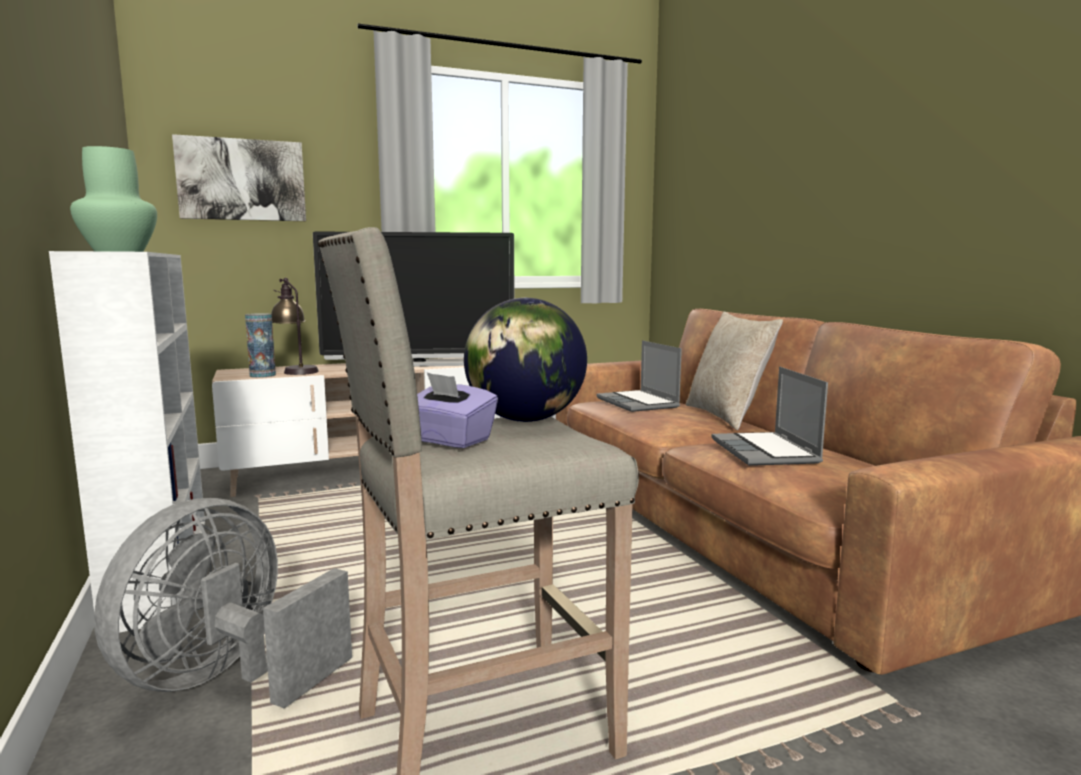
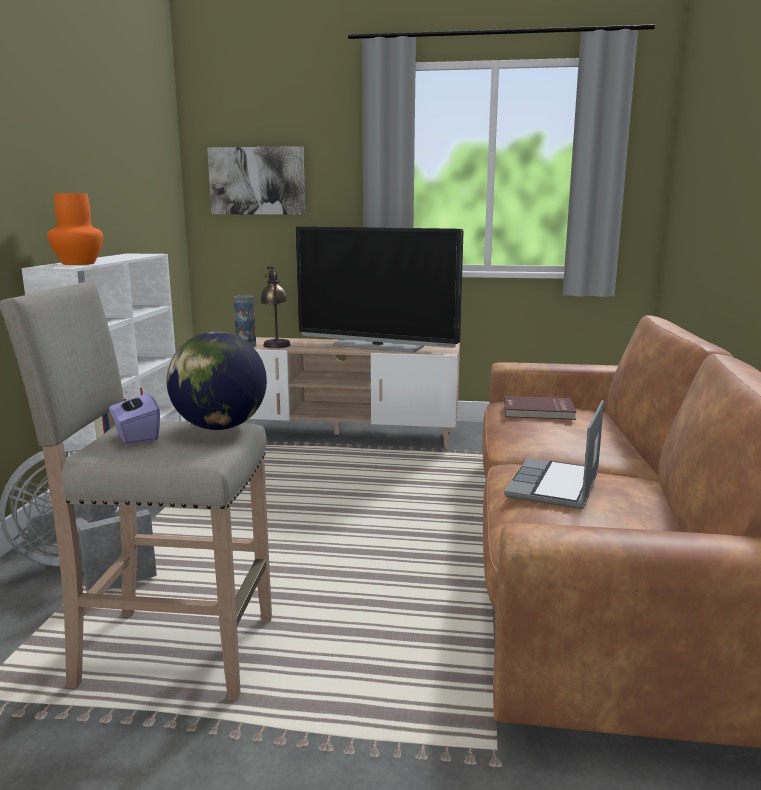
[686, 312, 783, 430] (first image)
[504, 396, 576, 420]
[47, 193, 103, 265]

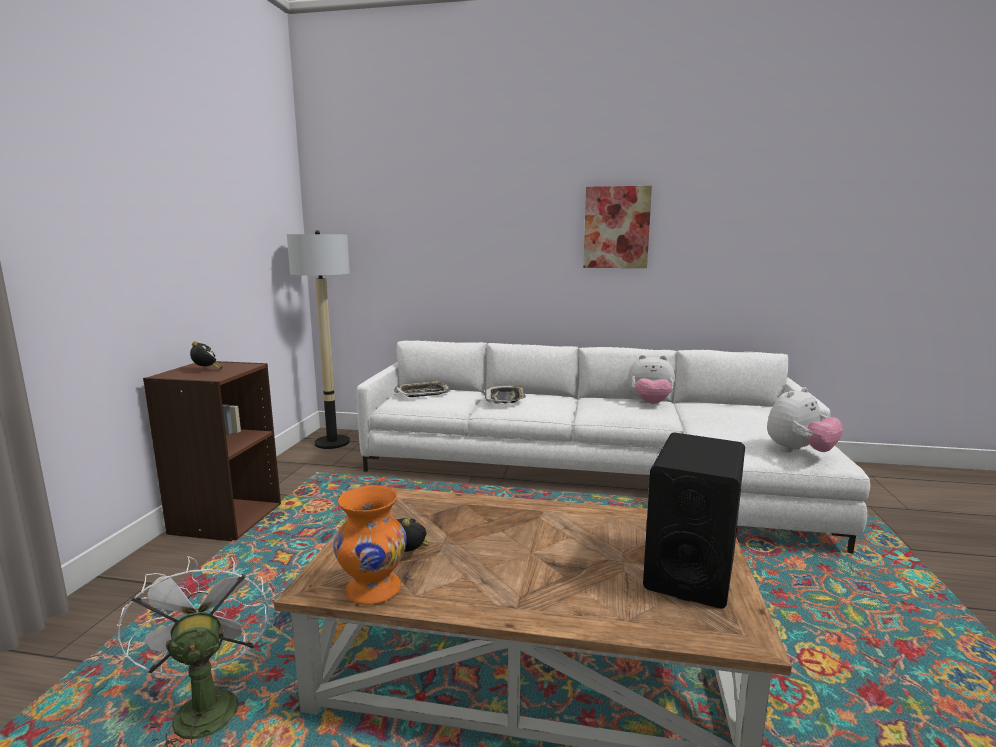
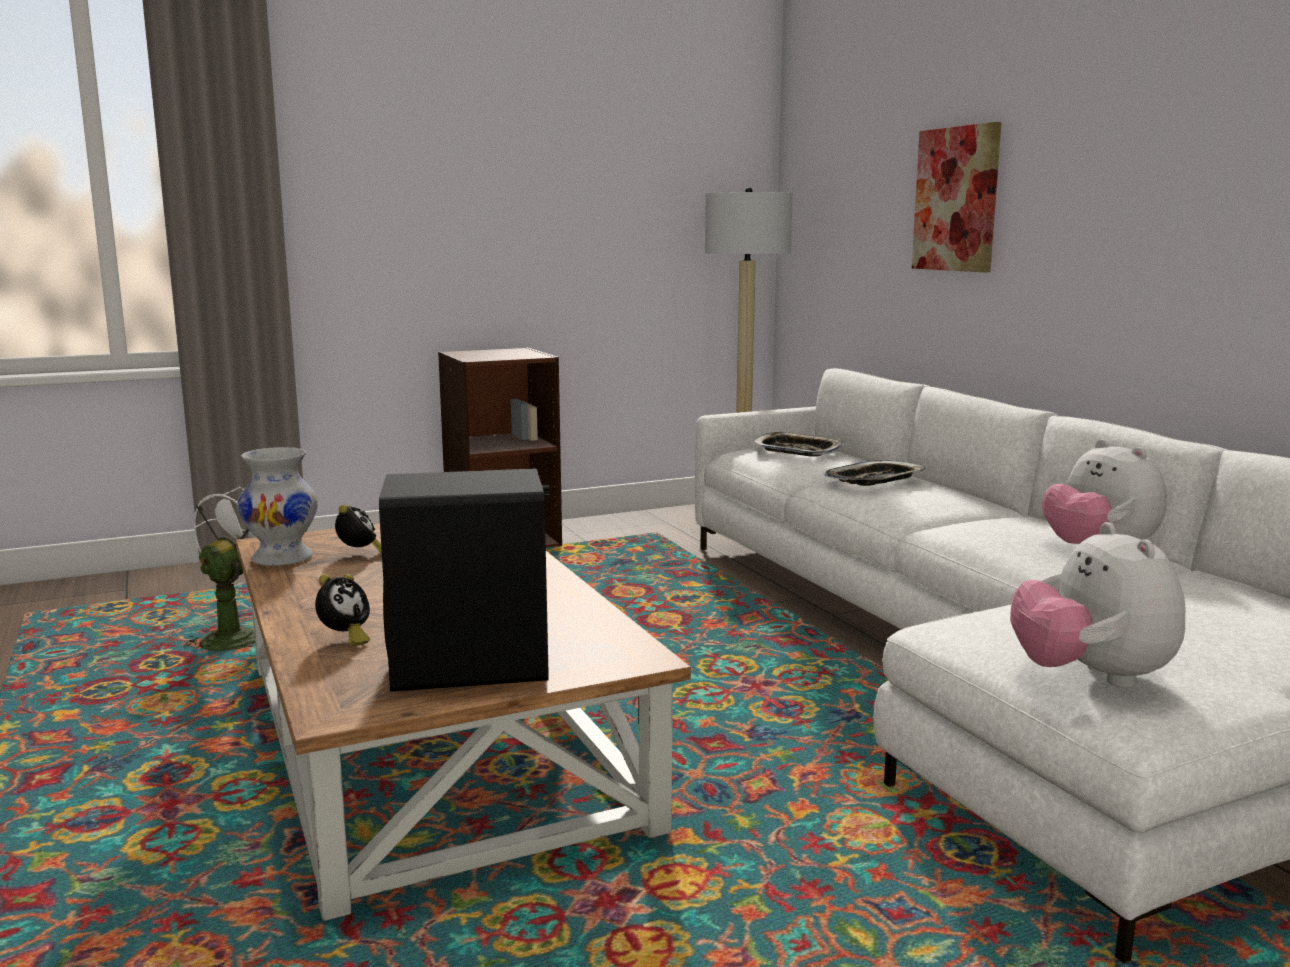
[315, 574, 370, 646]
[912, 122, 1002, 272]
[237, 447, 318, 566]
[1010, 522, 1186, 688]

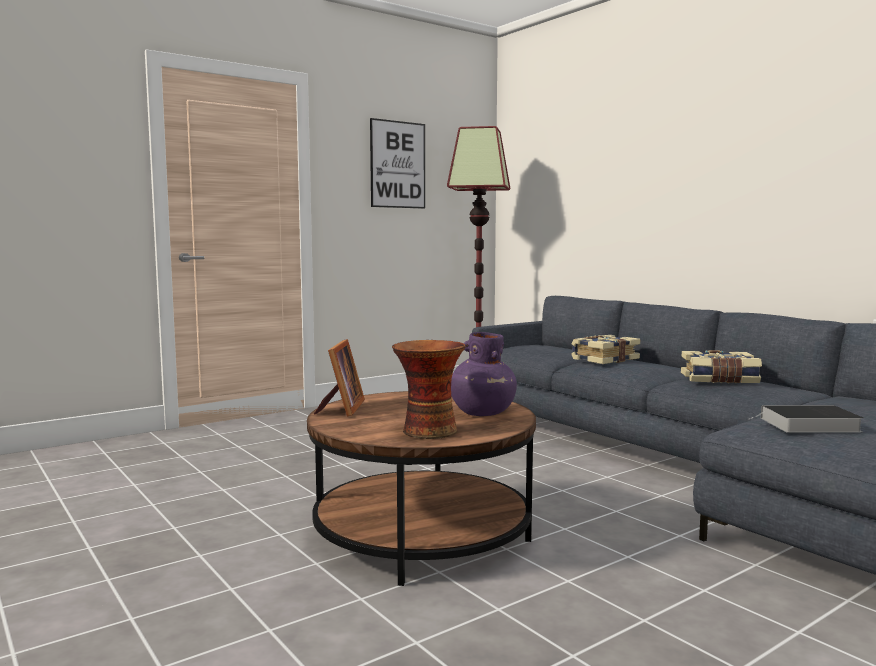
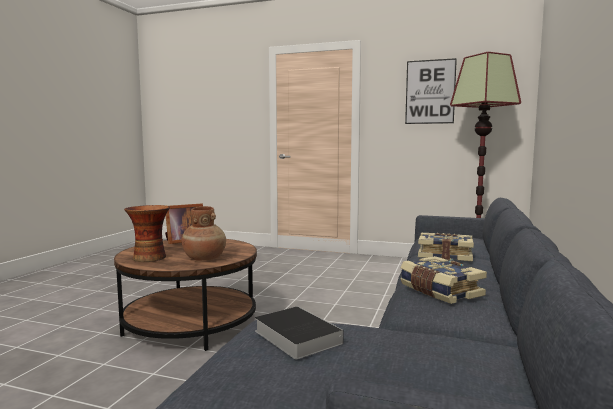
[182, 206, 226, 260]

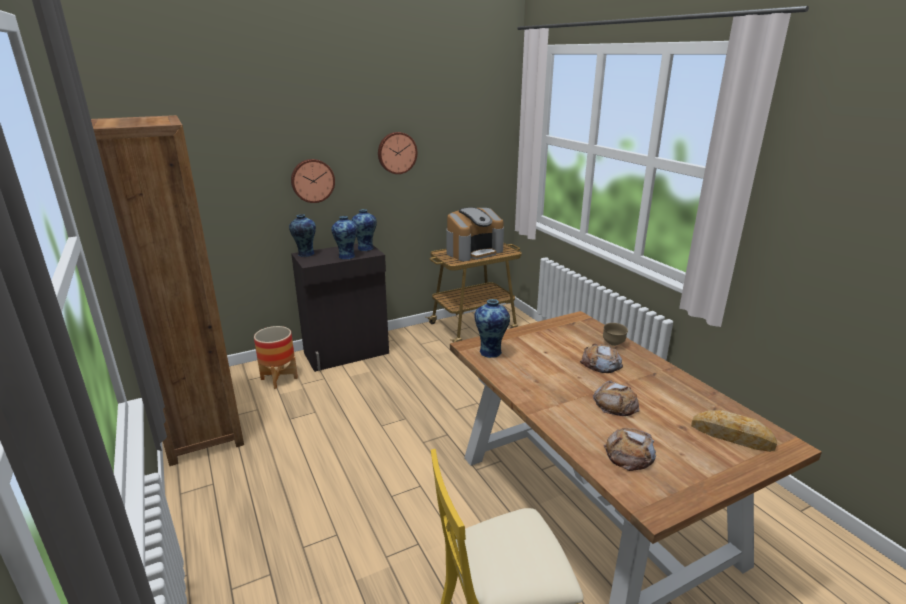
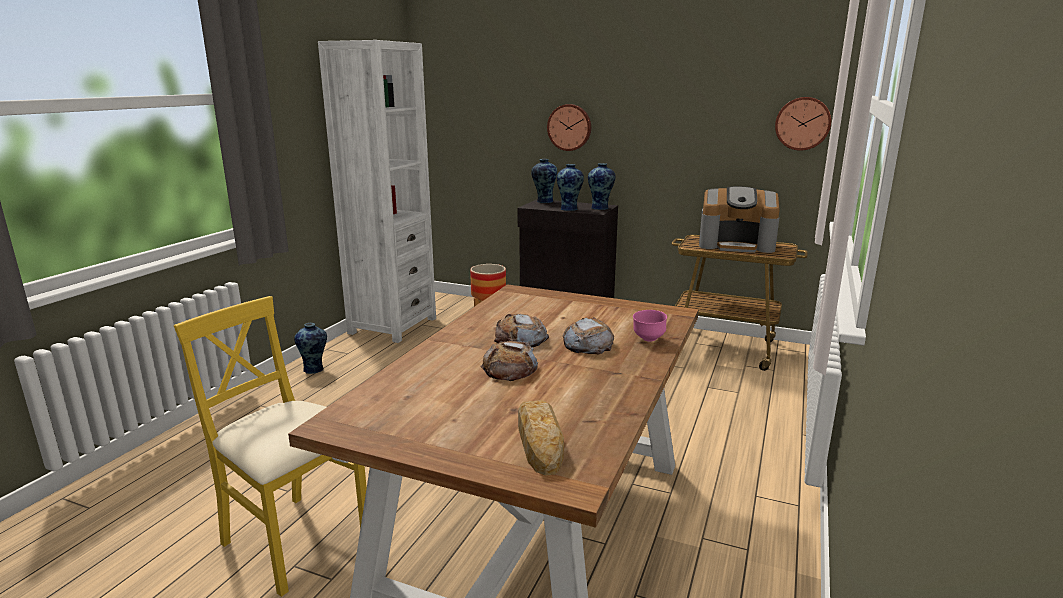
[775, 97, 831, 151]
[294, 323, 327, 374]
[494, 314, 549, 348]
[318, 40, 436, 343]
[633, 310, 667, 342]

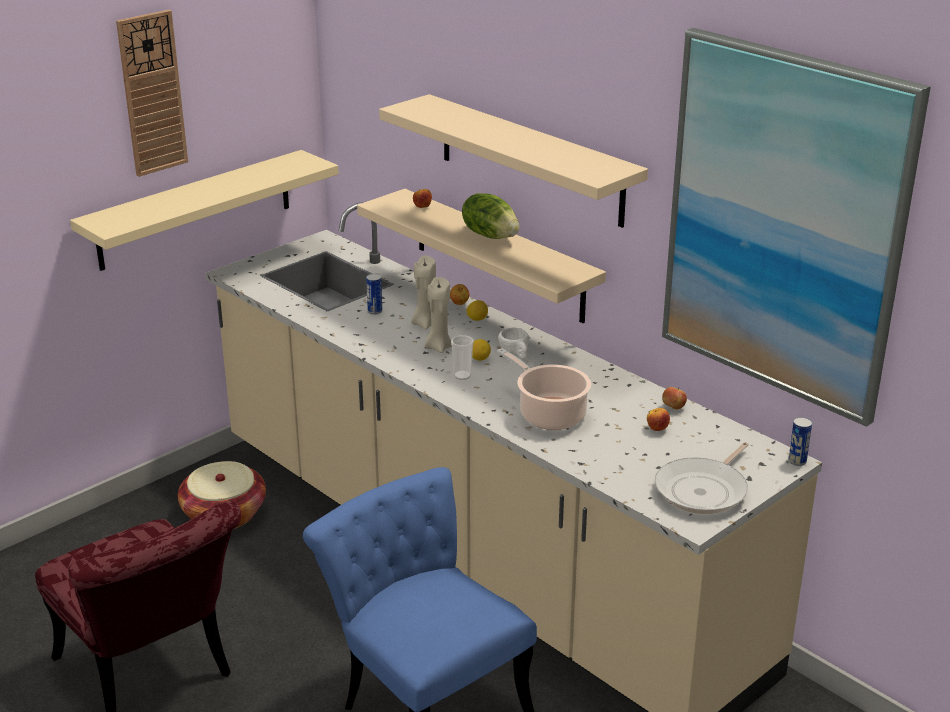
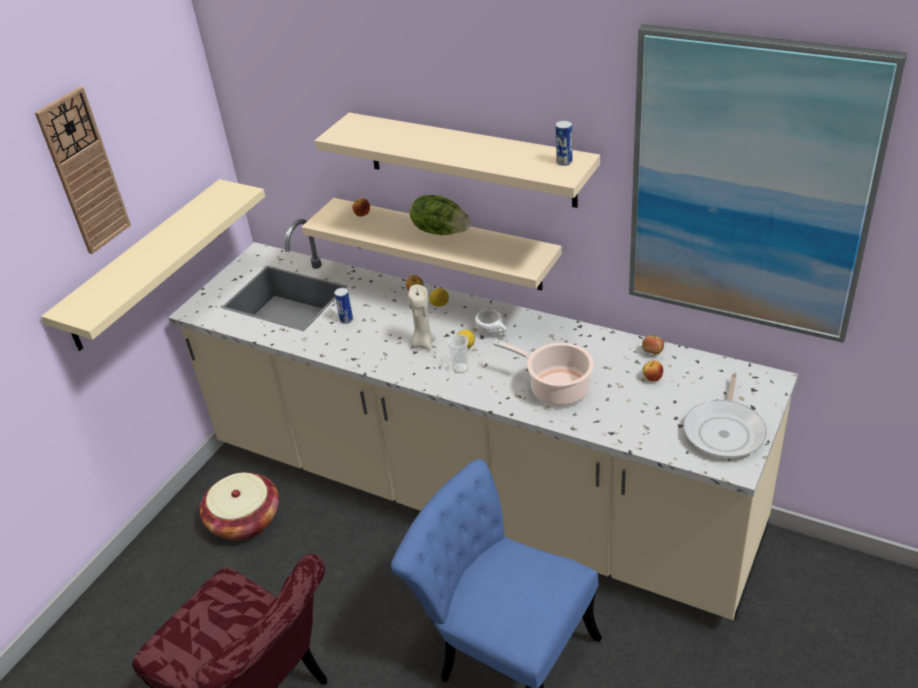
[411, 256, 436, 330] (first image)
[556, 120, 572, 166]

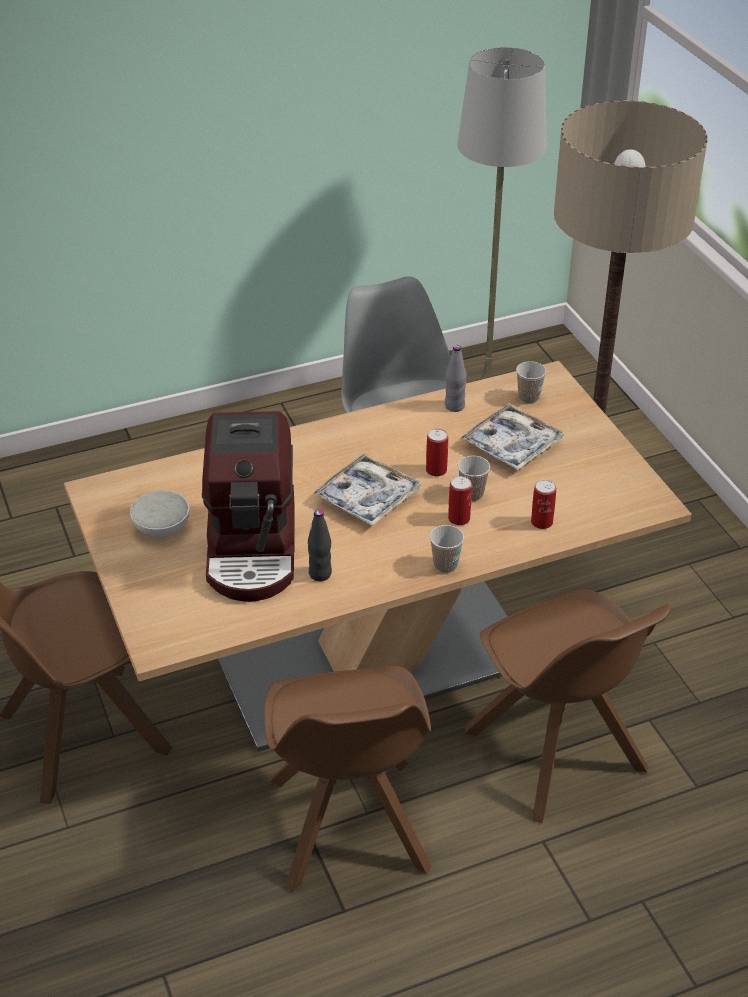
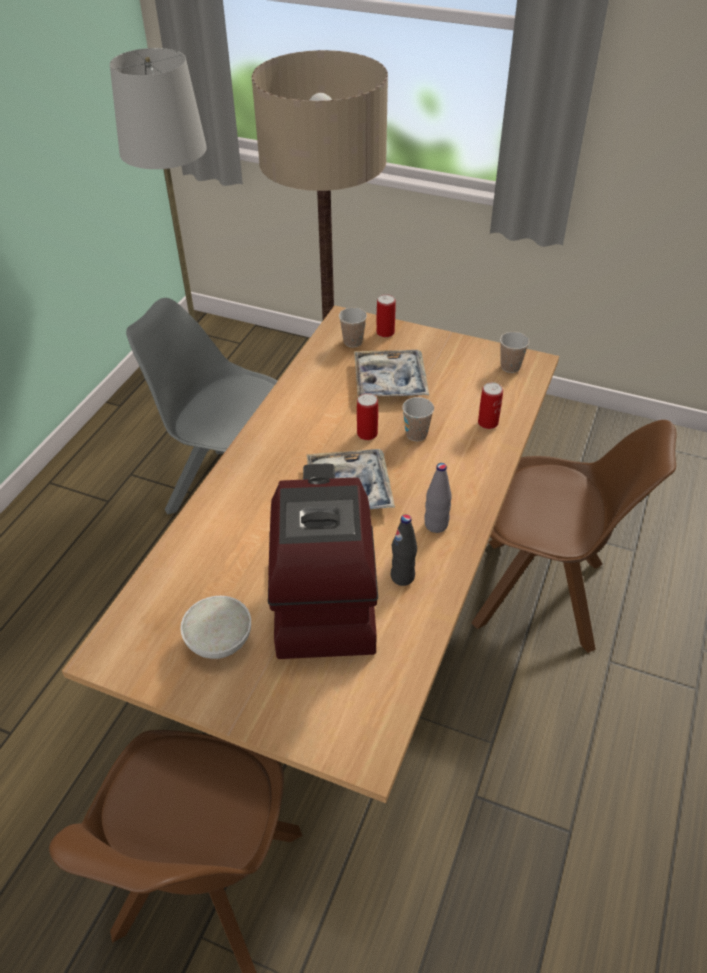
[264, 666, 432, 893] (first image)
[500, 332, 529, 373]
[424, 463, 452, 533]
[377, 294, 395, 337]
[268, 464, 378, 659]

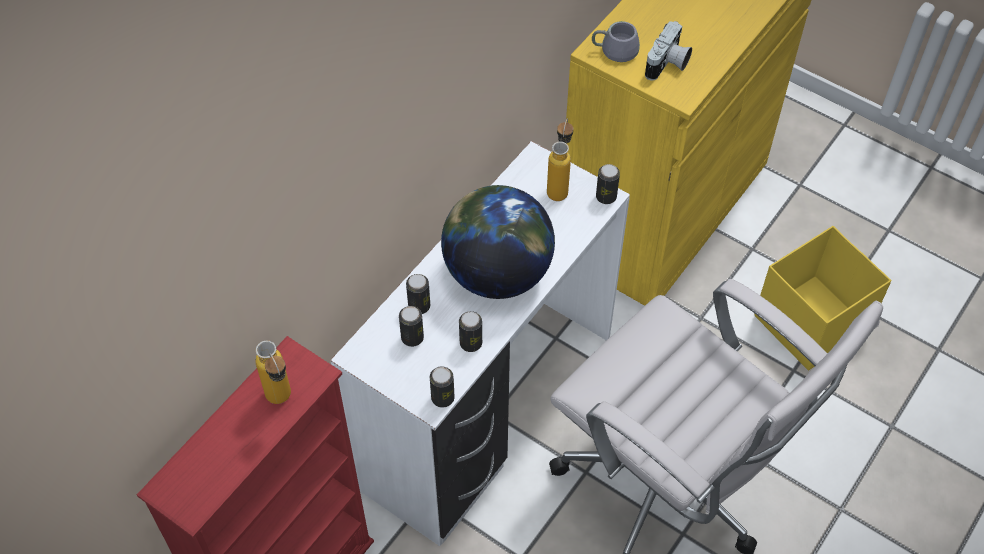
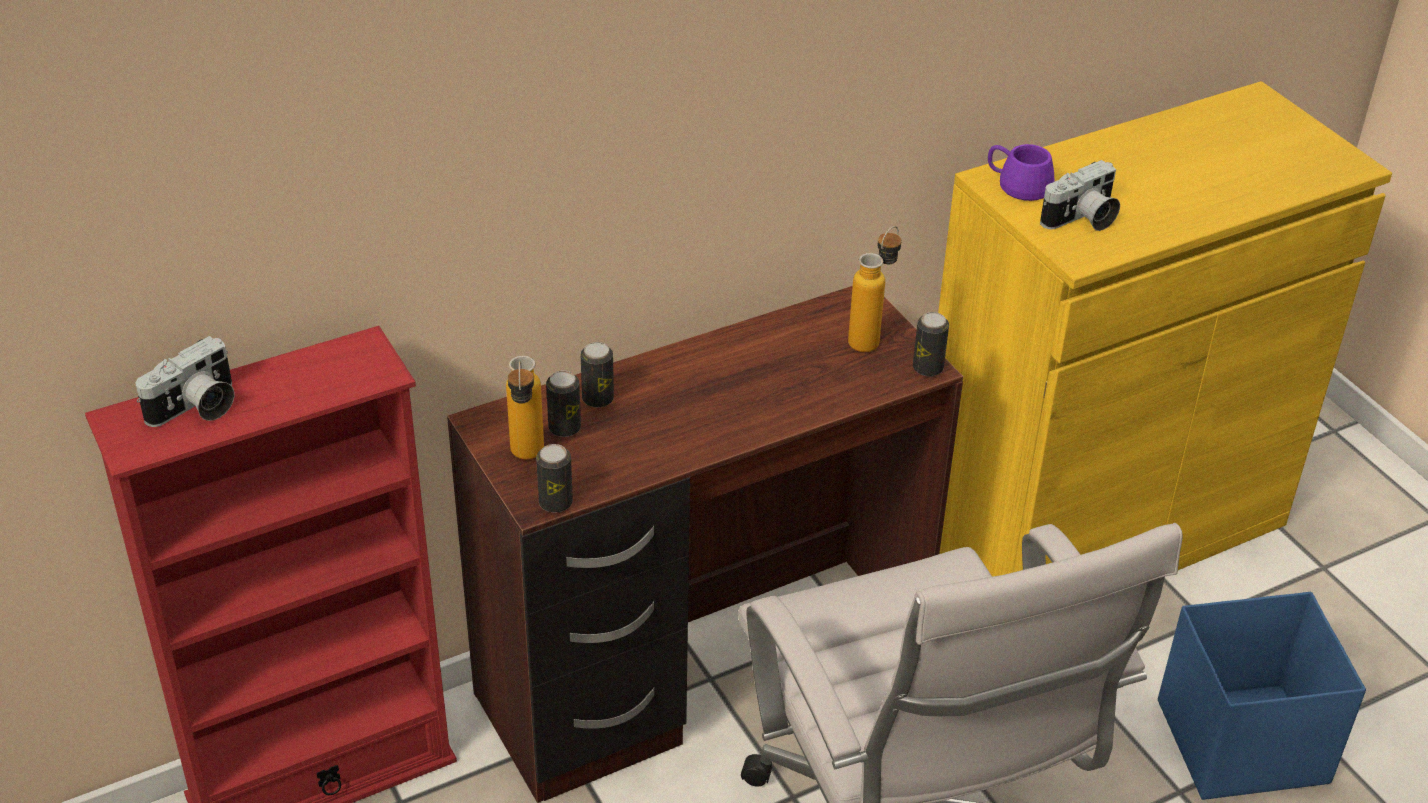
[441, 185, 555, 299] (first image)
[459, 311, 482, 352] (first image)
[135, 336, 234, 427]
[506, 356, 544, 459]
[447, 286, 963, 803]
[988, 144, 1055, 201]
[1158, 592, 1366, 800]

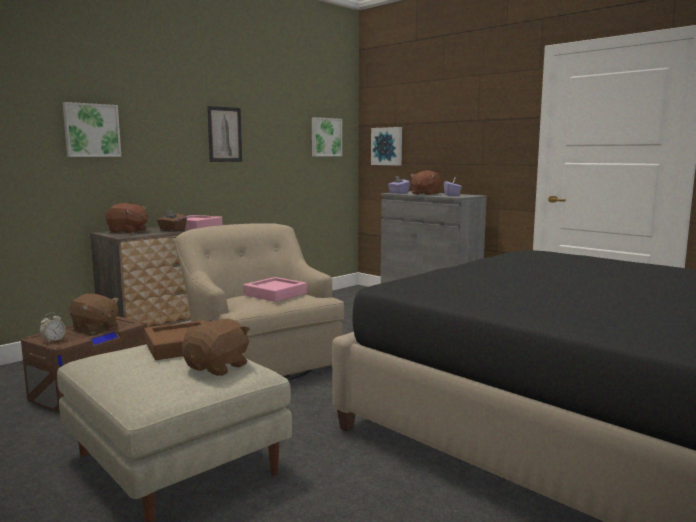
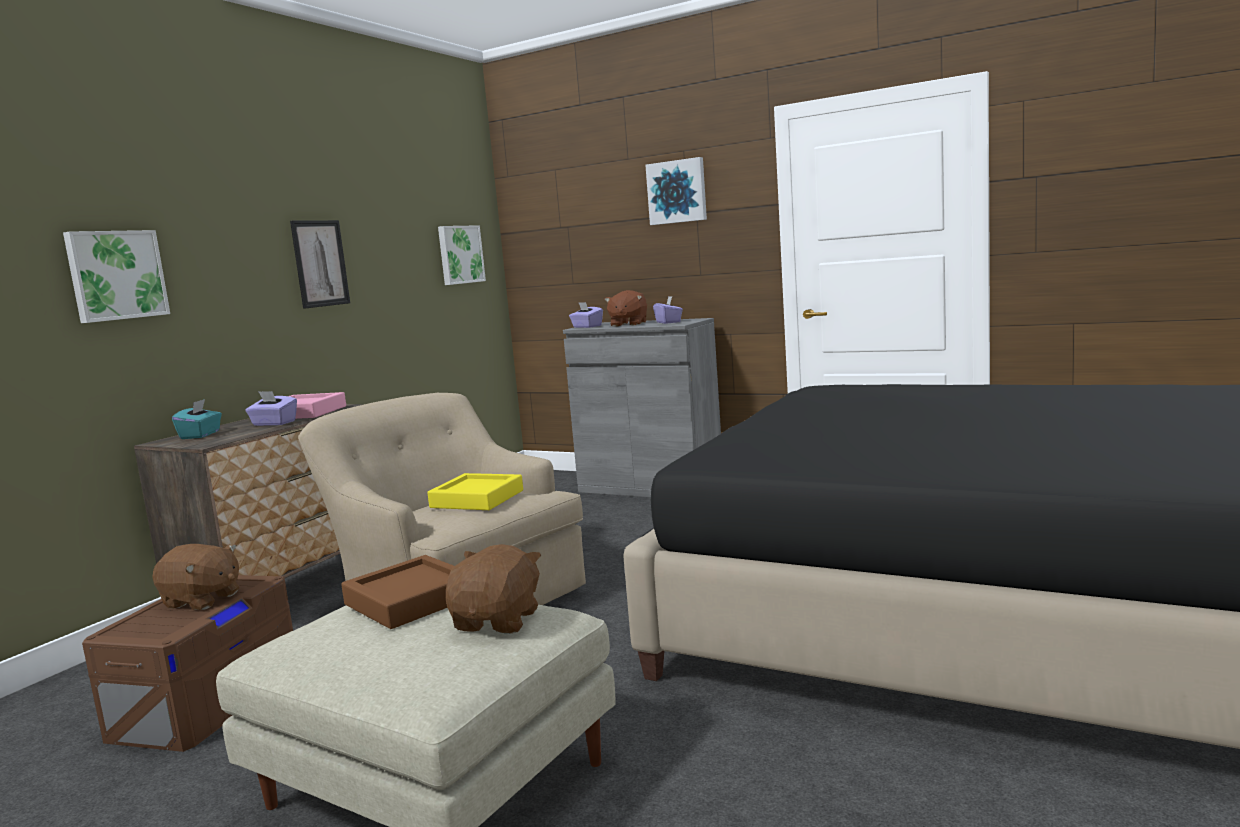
[39, 313, 66, 343] (first image)
[646, 157, 707, 225]
[172, 399, 222, 439]
[246, 391, 297, 426]
[427, 473, 523, 510]

